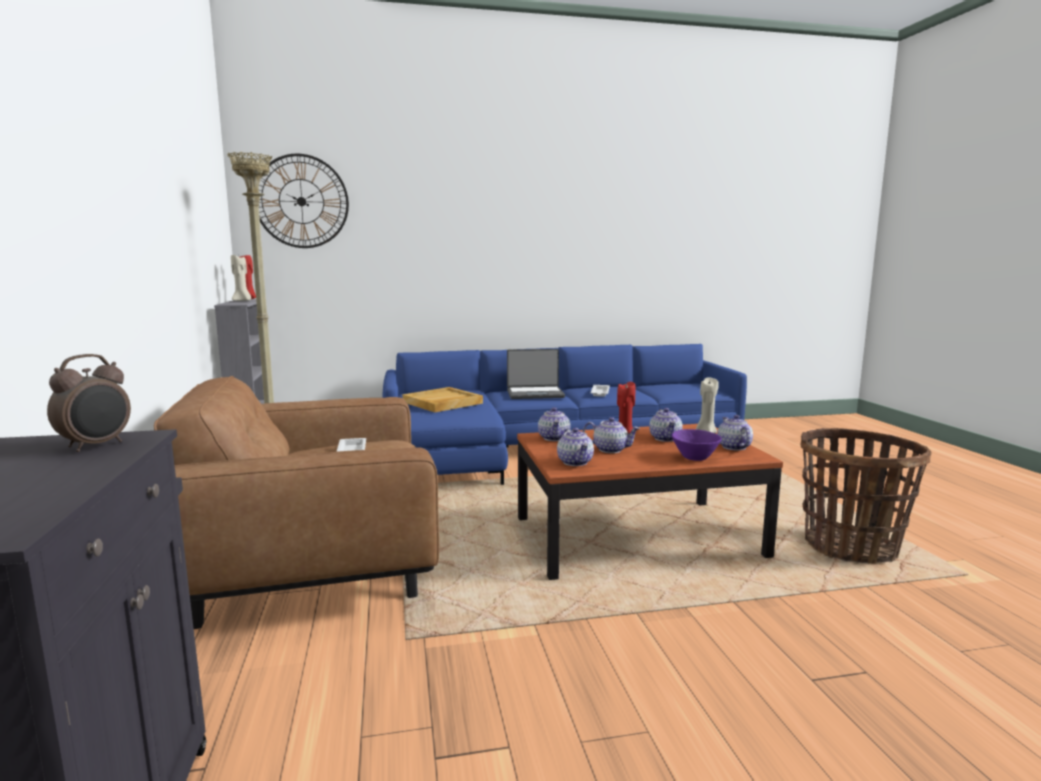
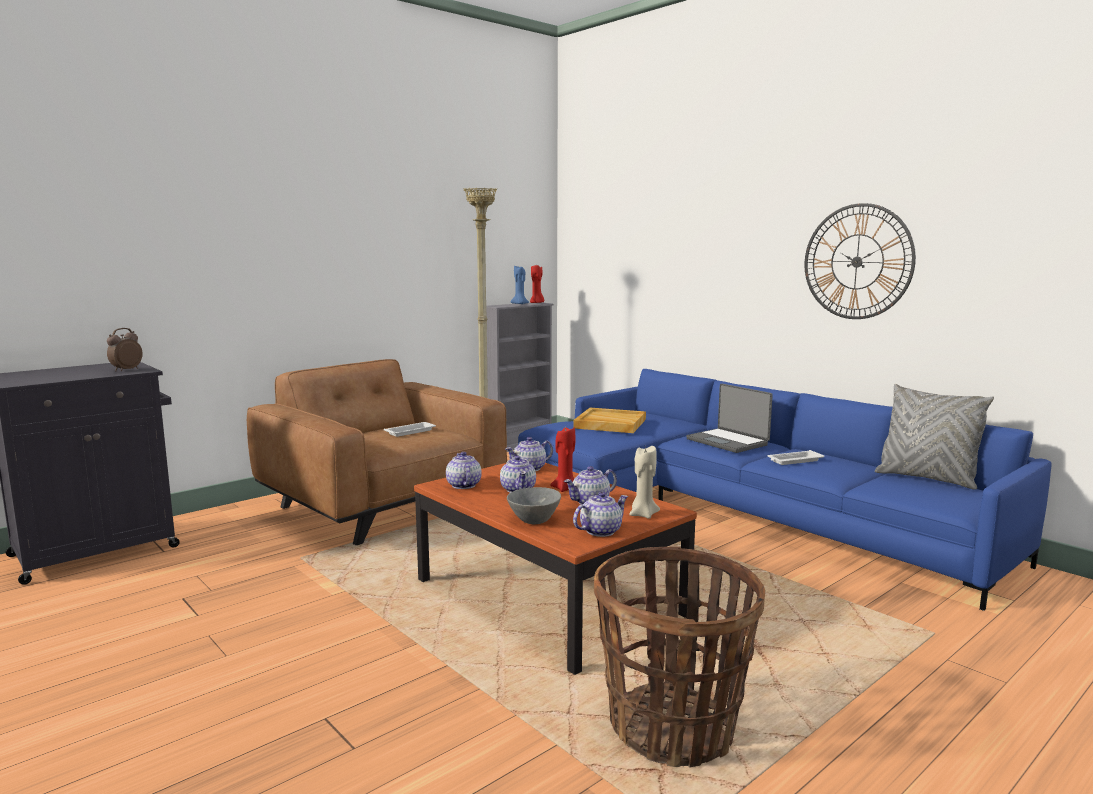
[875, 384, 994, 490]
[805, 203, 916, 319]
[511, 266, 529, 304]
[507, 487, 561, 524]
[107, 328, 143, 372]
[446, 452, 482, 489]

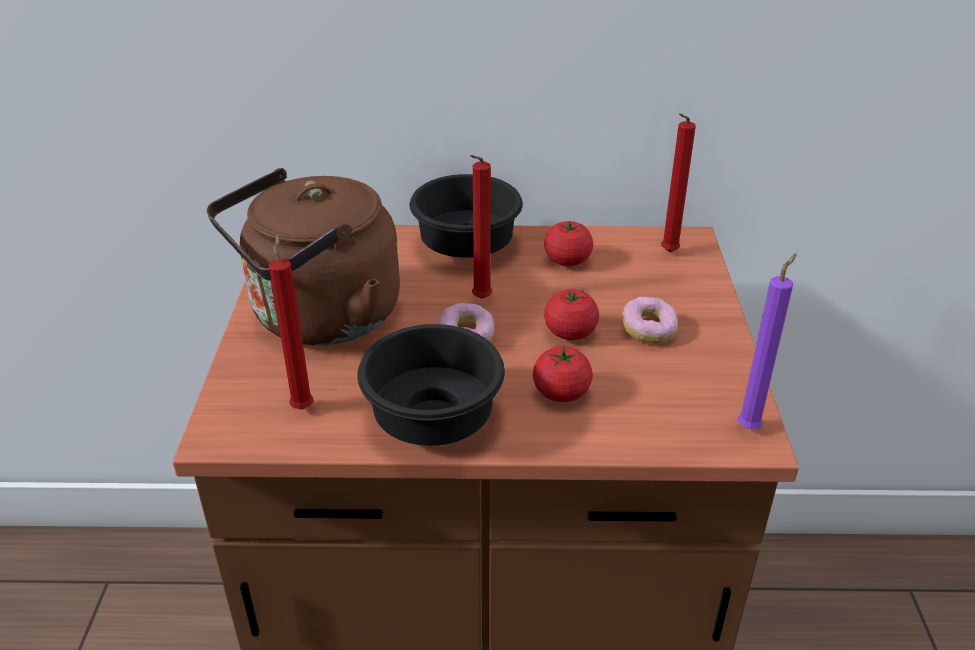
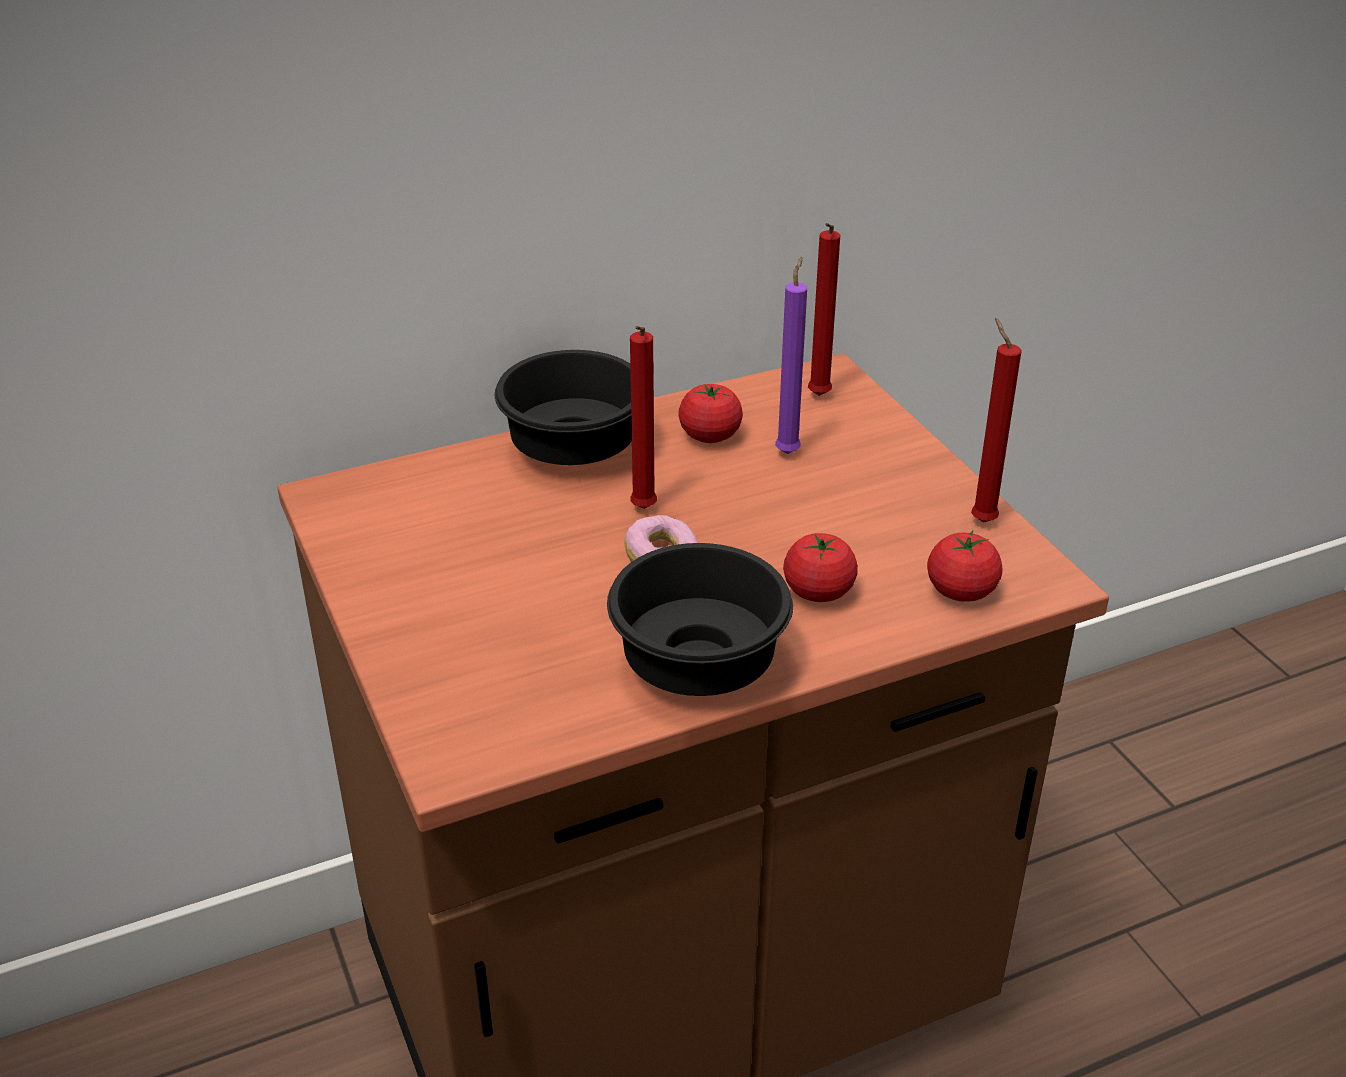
[207, 168, 400, 345] (first image)
[622, 297, 678, 344] (first image)
[971, 318, 1022, 523]
[927, 530, 1003, 602]
[775, 256, 807, 454]

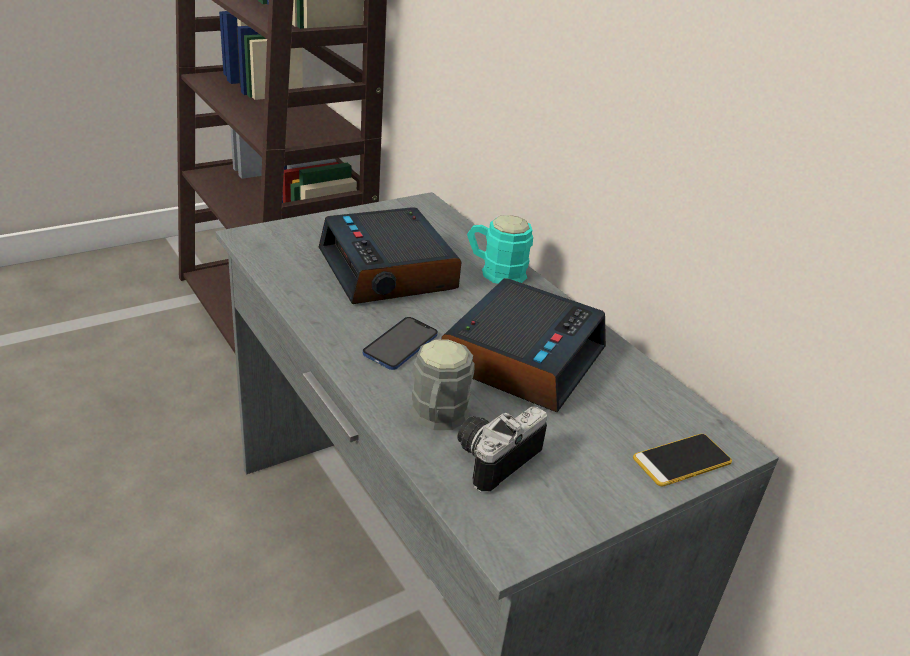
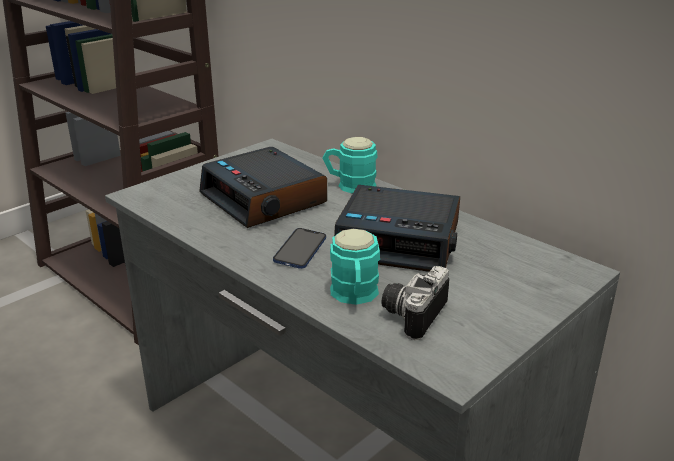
[633, 434, 732, 487] (first image)
[330, 229, 380, 305]
[334, 185, 460, 272]

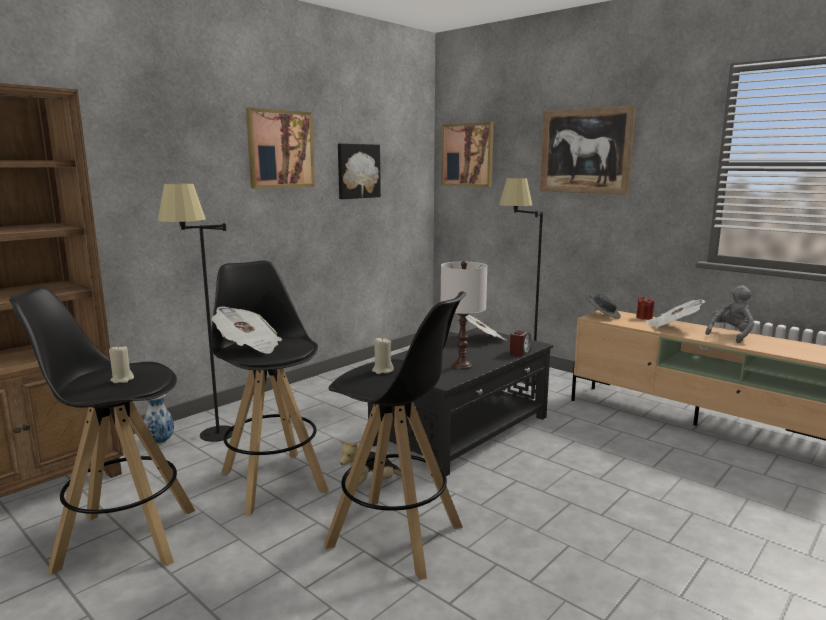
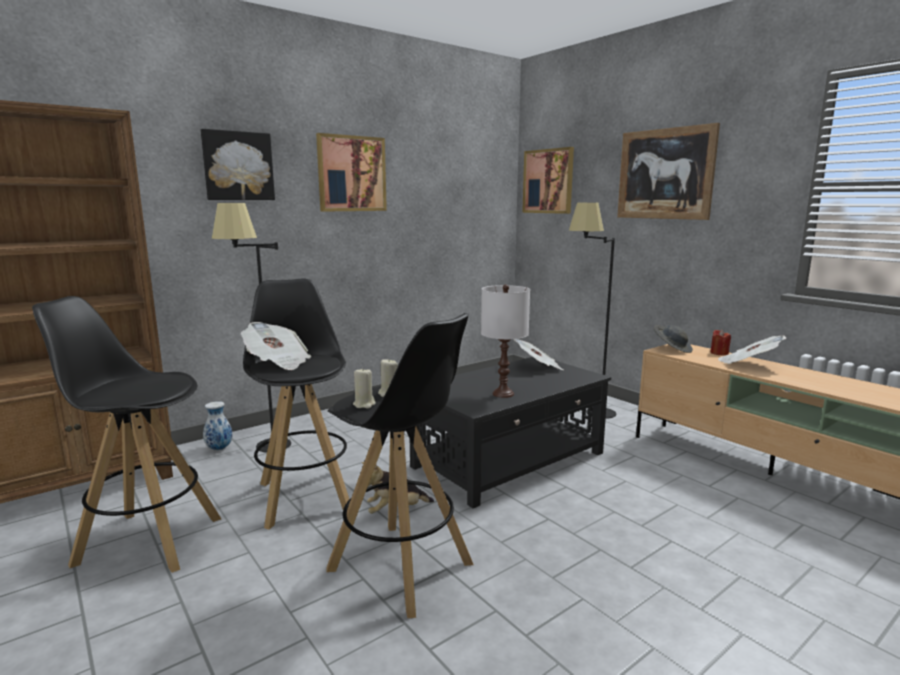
[510, 331, 532, 357] (first image)
[705, 285, 754, 343] (first image)
[353, 368, 376, 408]
[201, 129, 275, 200]

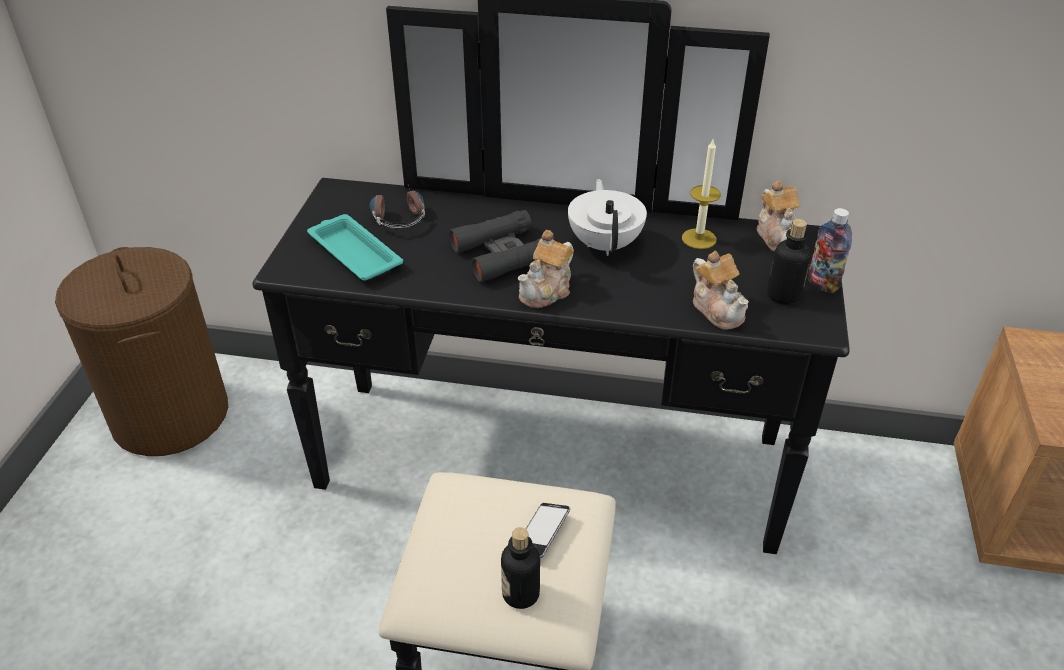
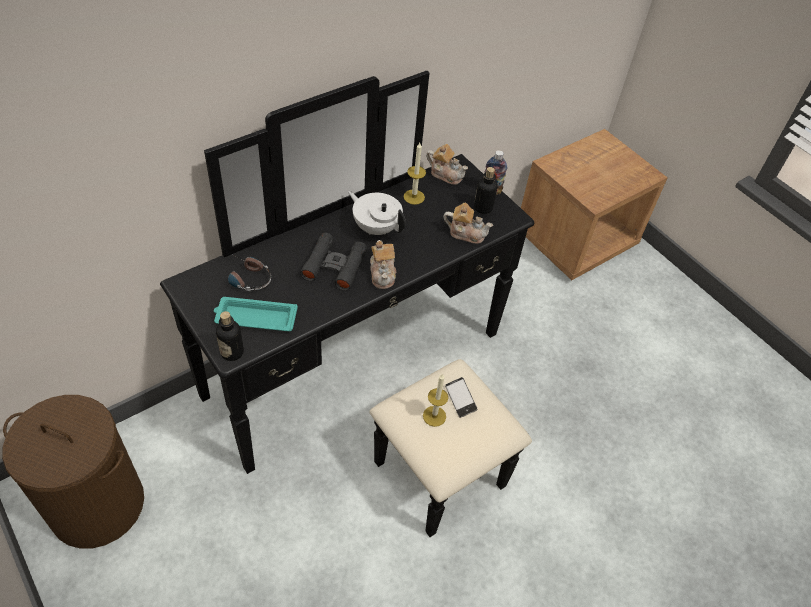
[423, 374, 448, 427]
[216, 311, 244, 361]

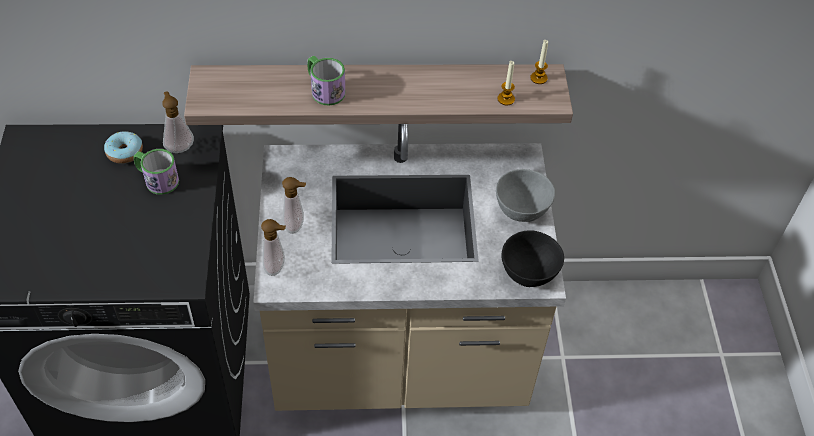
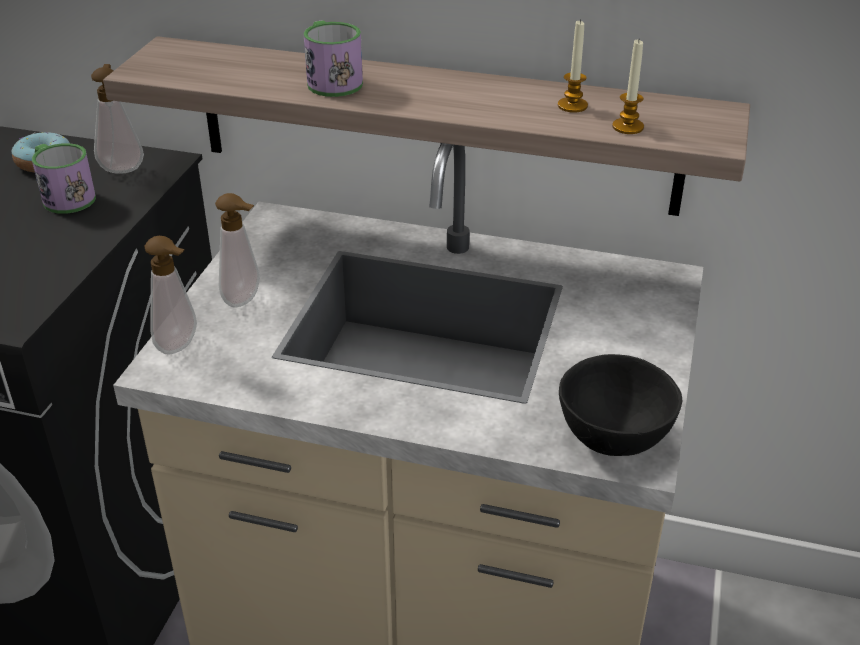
[496, 169, 555, 222] (first image)
[558, 19, 588, 113]

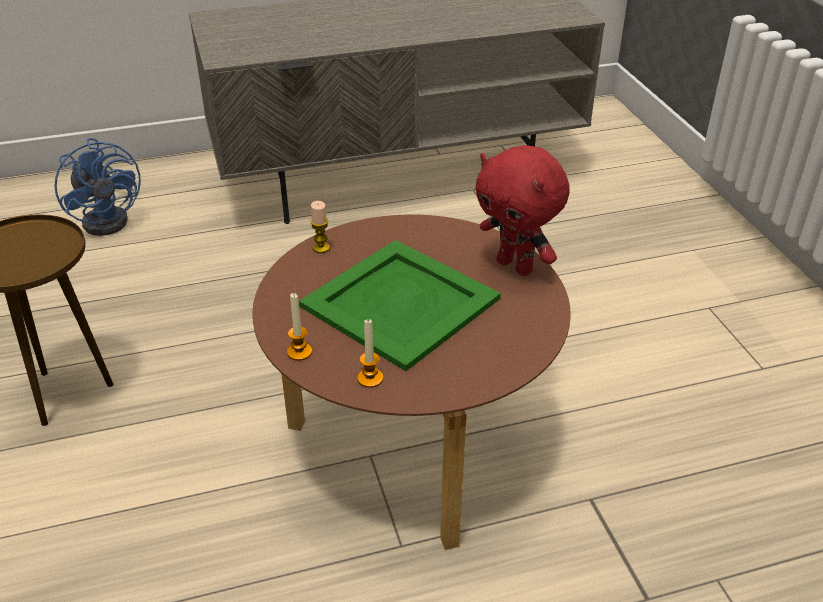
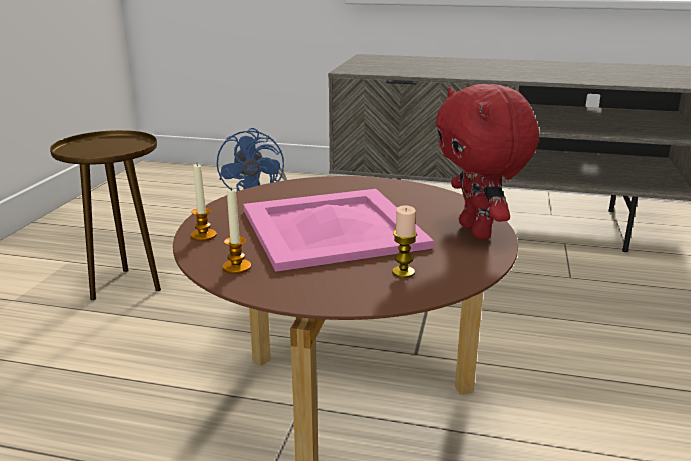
[392, 205, 417, 278]
[243, 189, 434, 272]

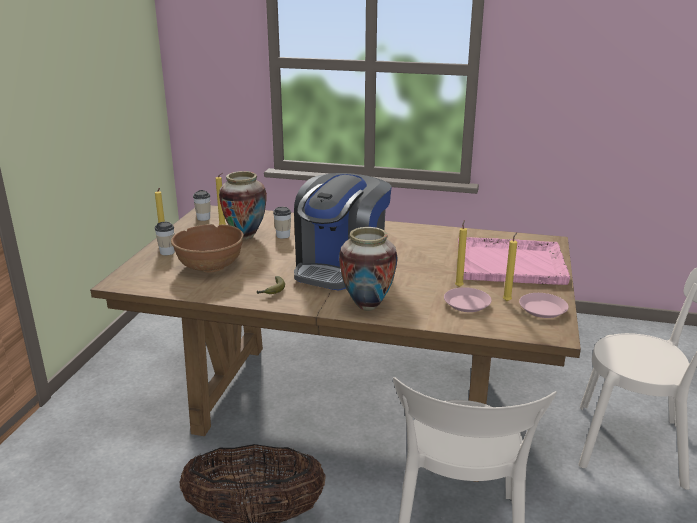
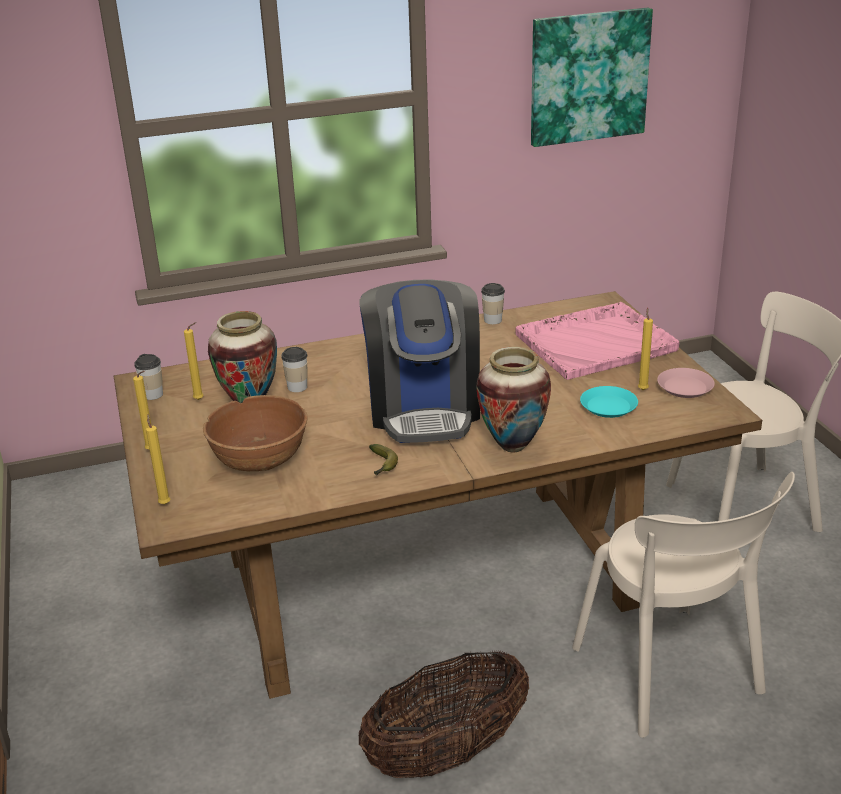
[531, 8, 653, 147]
[481, 283, 505, 324]
[146, 414, 170, 505]
[580, 386, 638, 418]

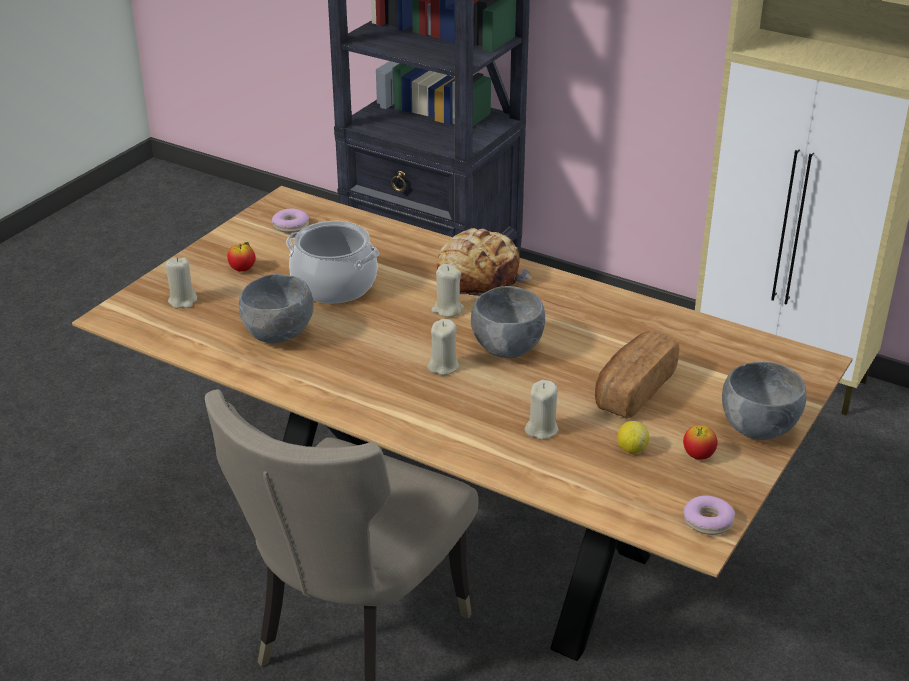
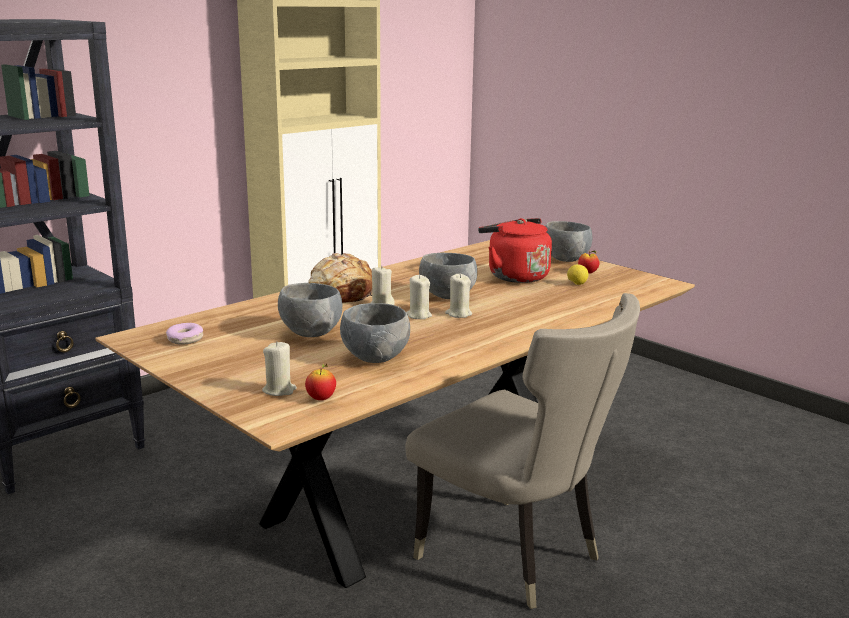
[684, 495, 735, 535] (first image)
[305, 363, 336, 400]
[406, 275, 432, 319]
[278, 283, 342, 337]
[478, 218, 552, 283]

